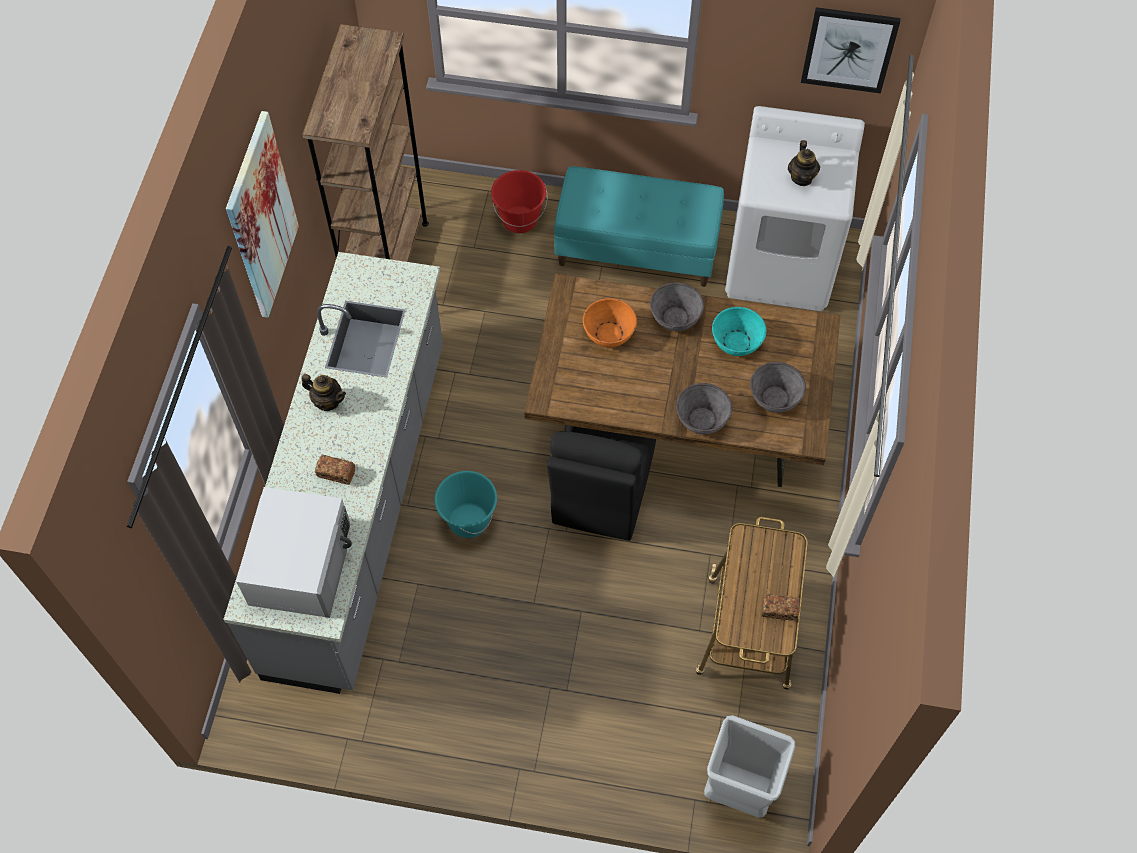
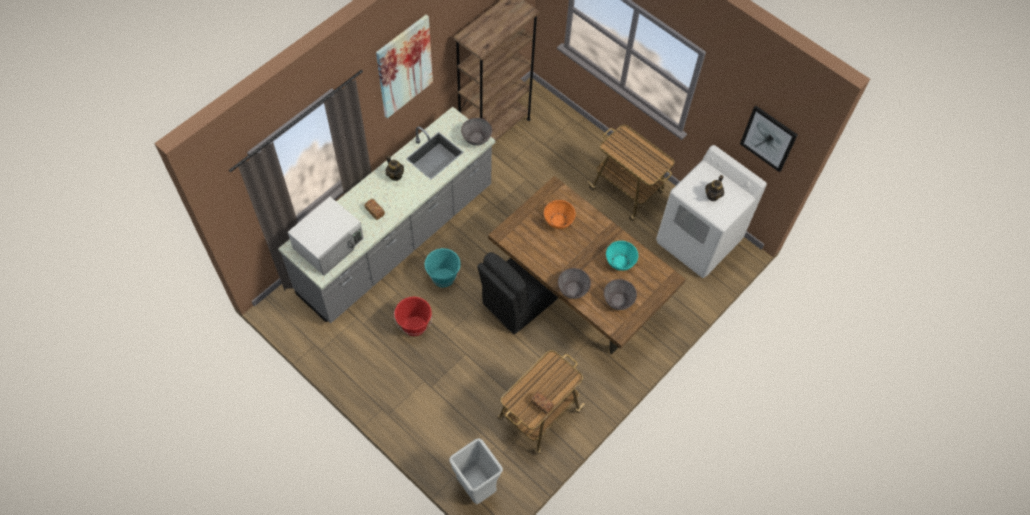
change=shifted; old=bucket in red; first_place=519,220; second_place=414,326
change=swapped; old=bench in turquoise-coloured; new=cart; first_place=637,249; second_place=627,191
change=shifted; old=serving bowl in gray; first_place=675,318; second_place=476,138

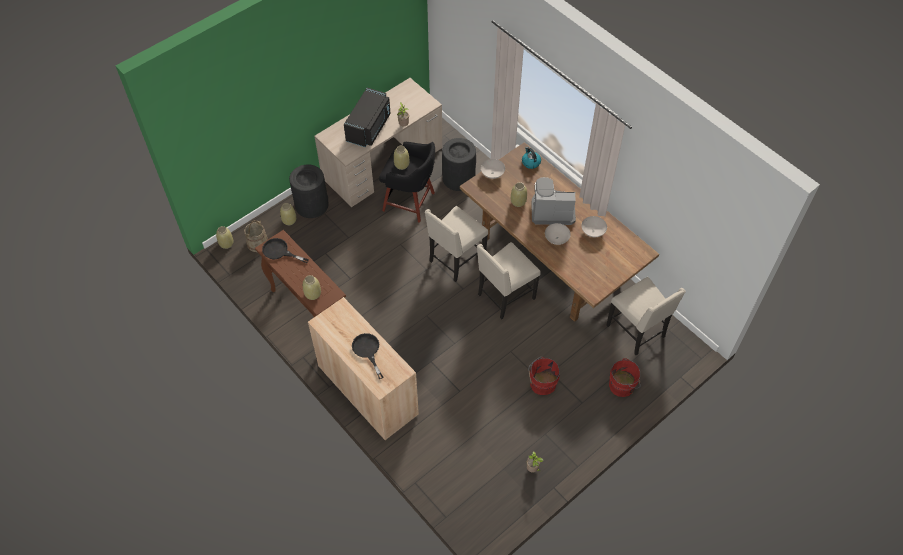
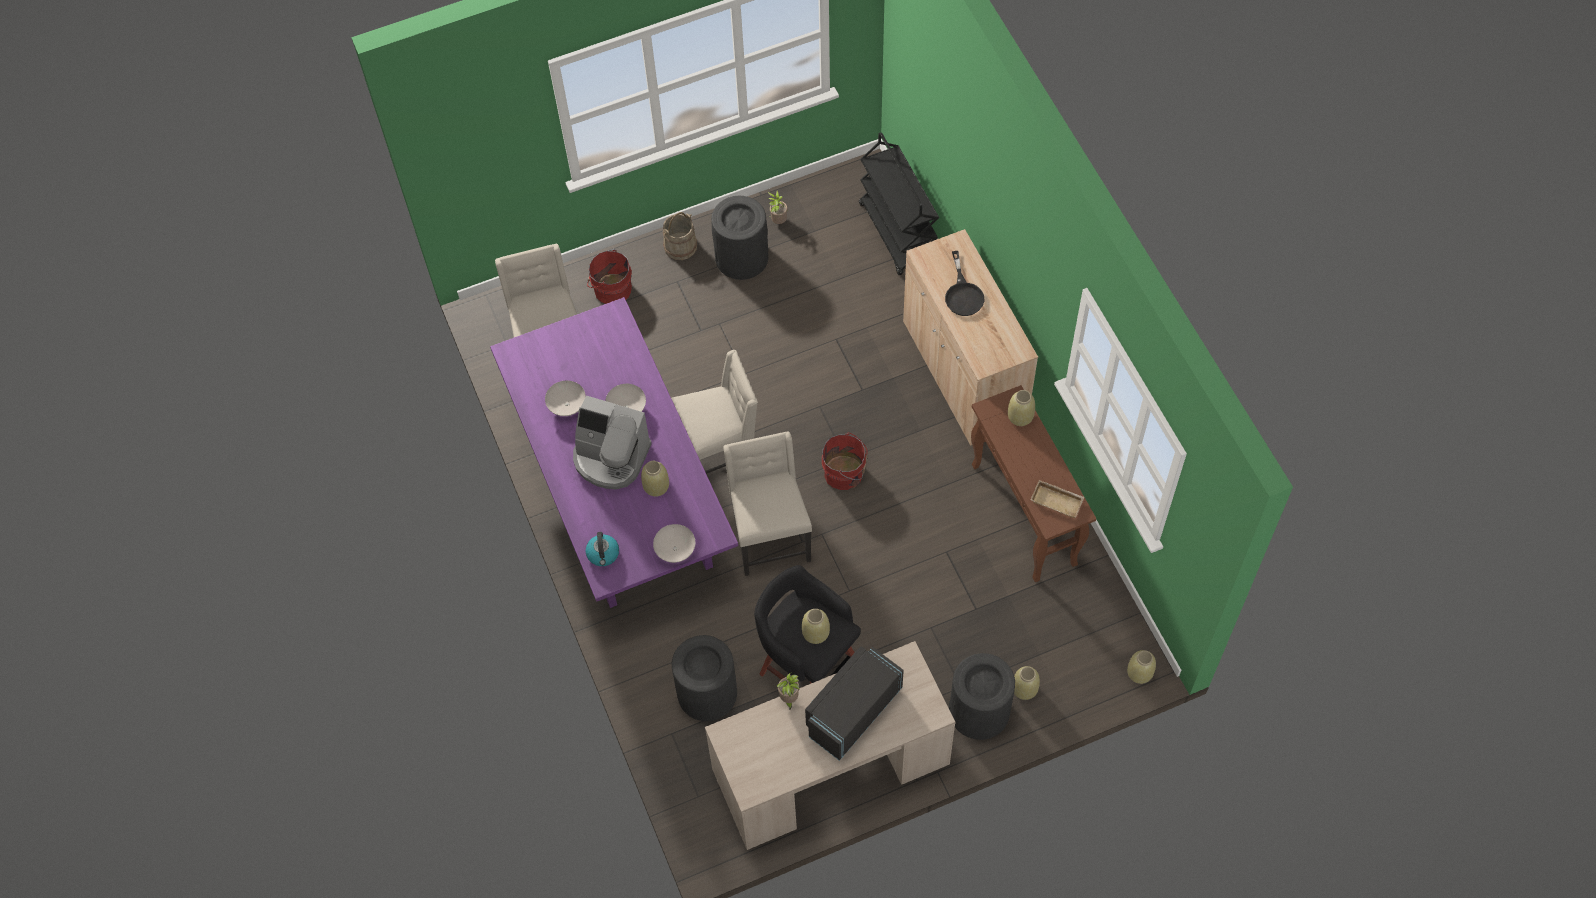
change=shifted; old=bucket in beige; first_place=257,243; second_place=680,246
change=swapped; old=pan in black; new=serving tray in beige; first_place=279,251; second_place=1057,500
change=rotated; old=chair in beige; first_place=455,260; second_place=769,537; degrees=-75
change=repainted; old=dinner table in brownish; new=dinner table in purplish; first_place=551,261; second_place=621,495
change=shifted; old=bucket in red; first_place=541,383; second_place=845,473
change=new; new=waste bin in black; second_place=742,257
change=new; new=cart in black; second_place=898,233

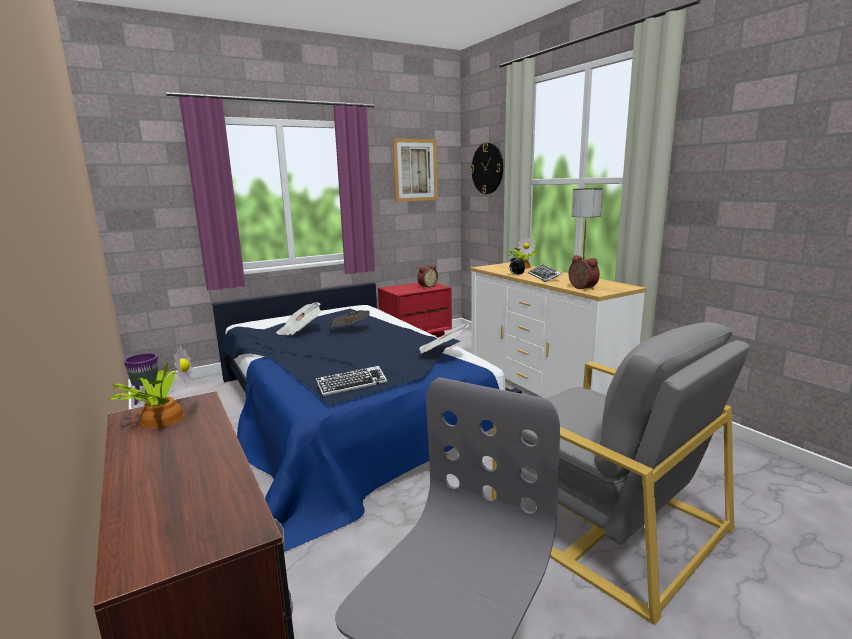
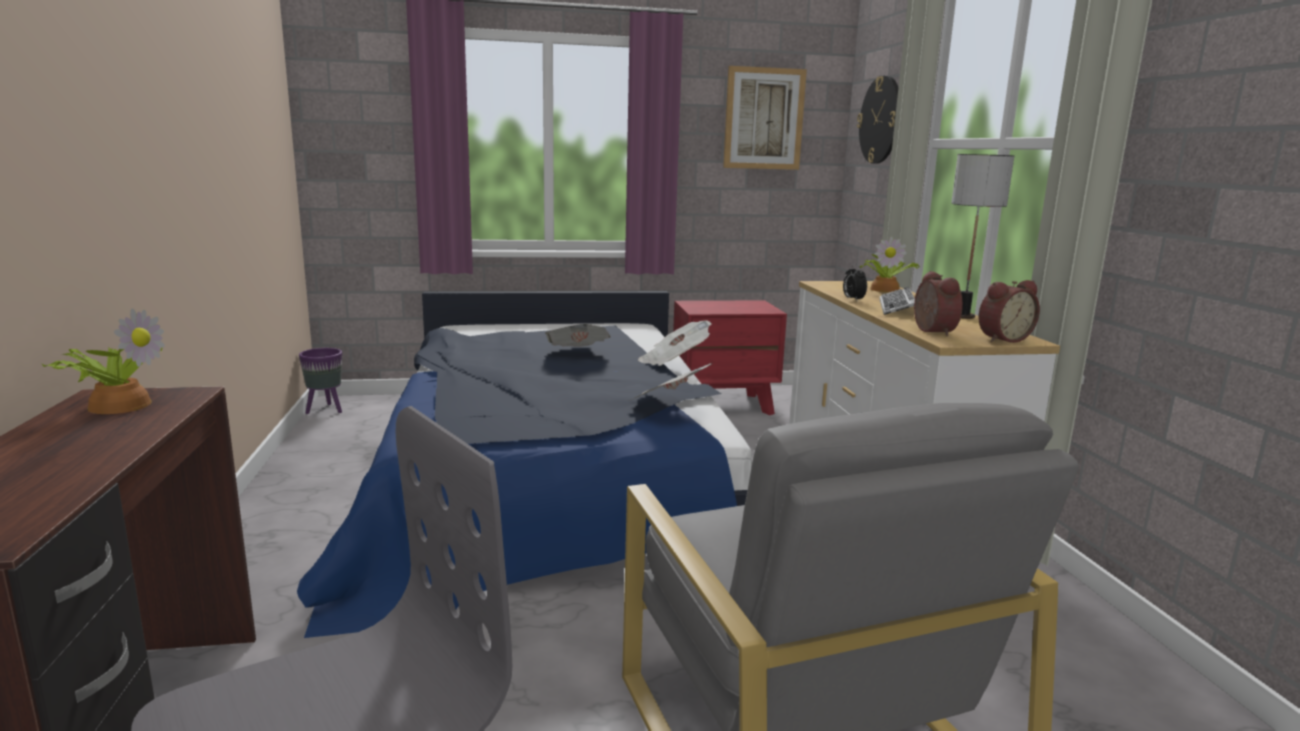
change=shifted; old=printed paper; first_place=300,331; second_place=674,361
change=gone; old=keyboard; first_place=352,385
change=shifted; old=bedside clock; first_place=427,286; second_place=1002,339

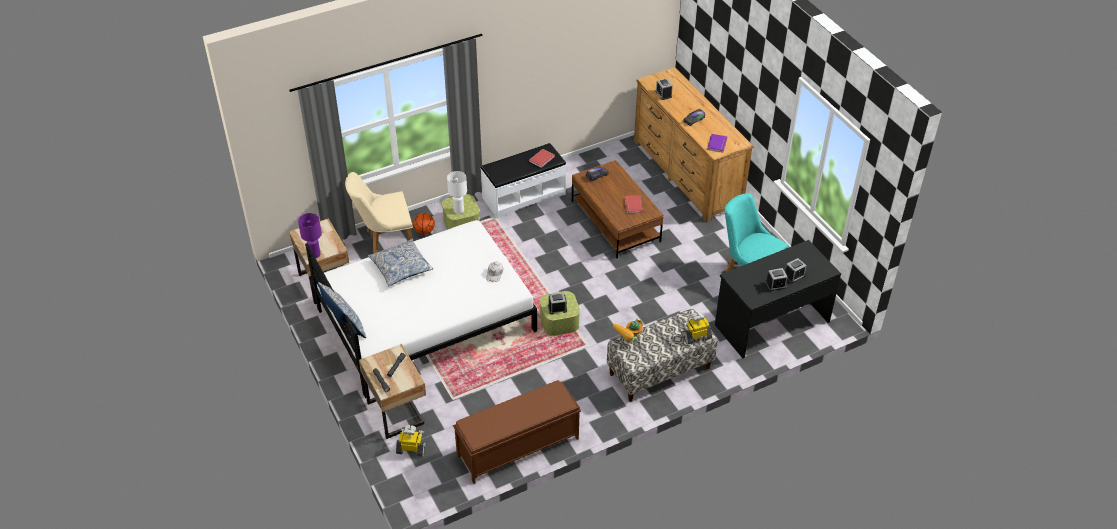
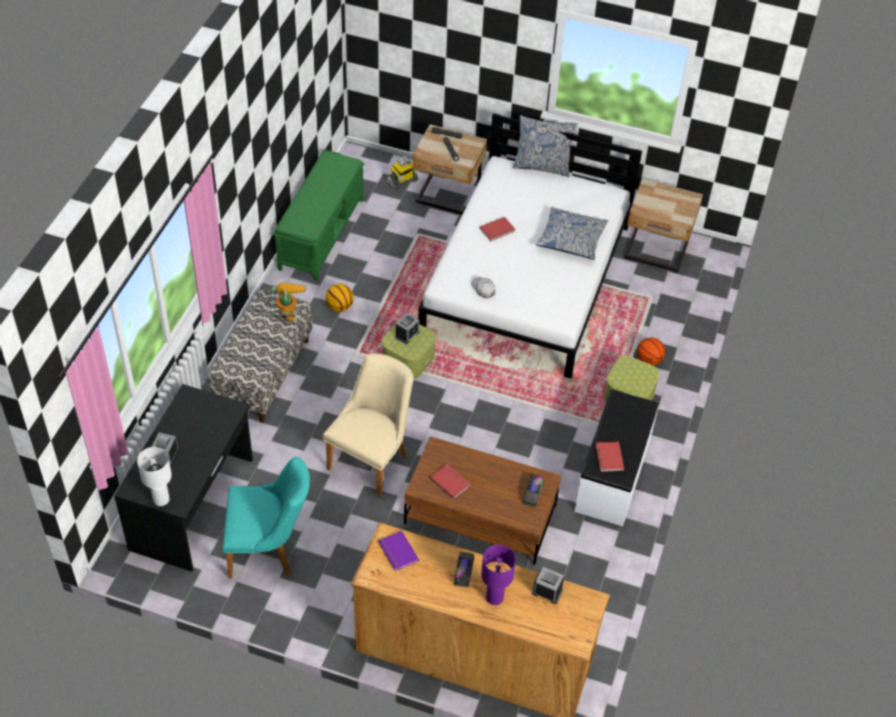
change=shifted; old=lamp for a table in purplish; first_place=315,255; second_place=494,597
change=shifted; old=chair in beige; first_place=384,241; second_place=373,458
change=shifted; old=lamp for a table in whitish; first_place=459,210; second_place=160,499
change=repainted; old=bench in brownish; new=bench in greenish; first_place=517,447; second_place=321,233
change=gone; old=robot figure; first_place=696,336
change=gone; old=bedside clock; first_place=775,285
change=new; new=basketball; second_place=339,307
change=new; new=bound book in red; second_place=498,230

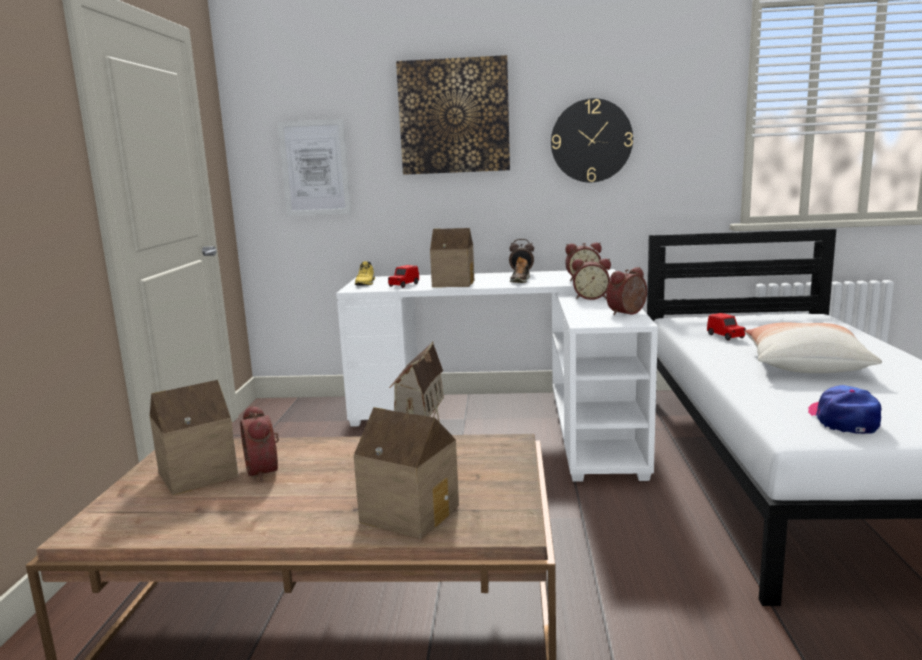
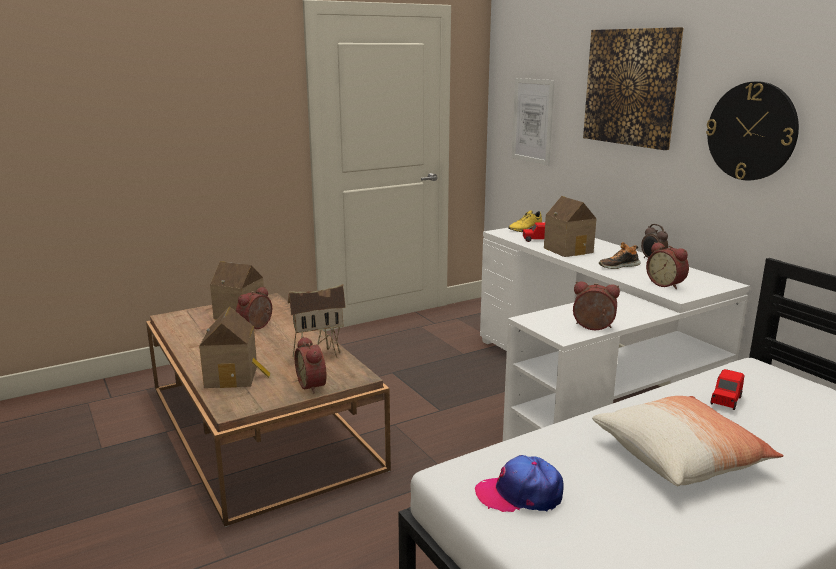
change=shifted; old=bedside clock; first_place=591,297; second_place=314,385
change=rotated; old=peaked cap; first_place=843,419; second_place=519,494; degrees=-150

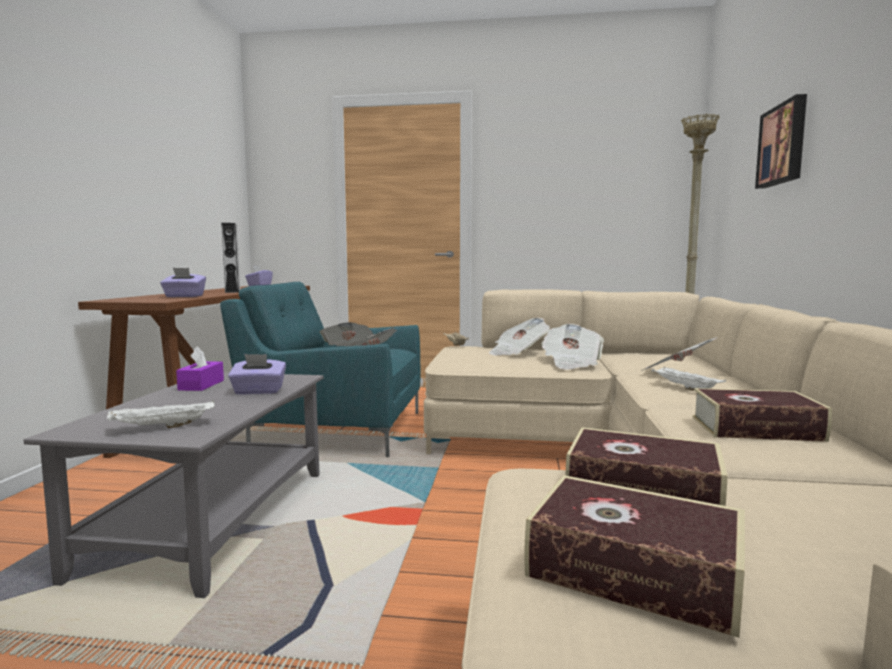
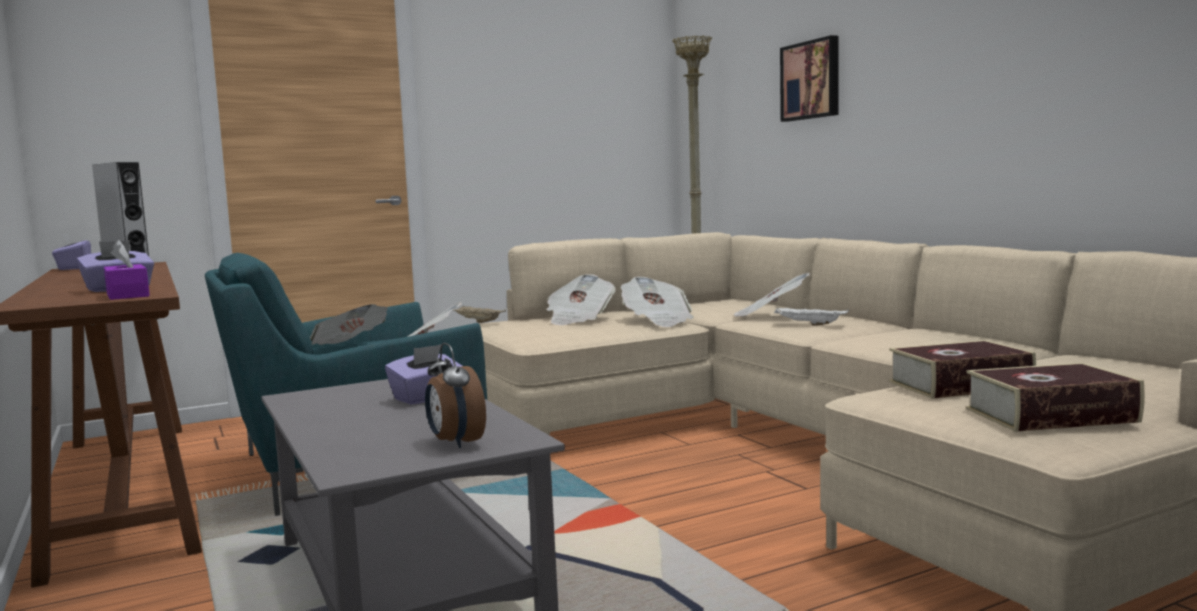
change=swapped; old=serving tray in whitish; new=bedside clock; first_place=162,427; second_place=455,443
change=shifted; old=tissue holder in purplish; first_place=201,385; second_place=127,295
change=gone; old=bound book; first_place=755,428

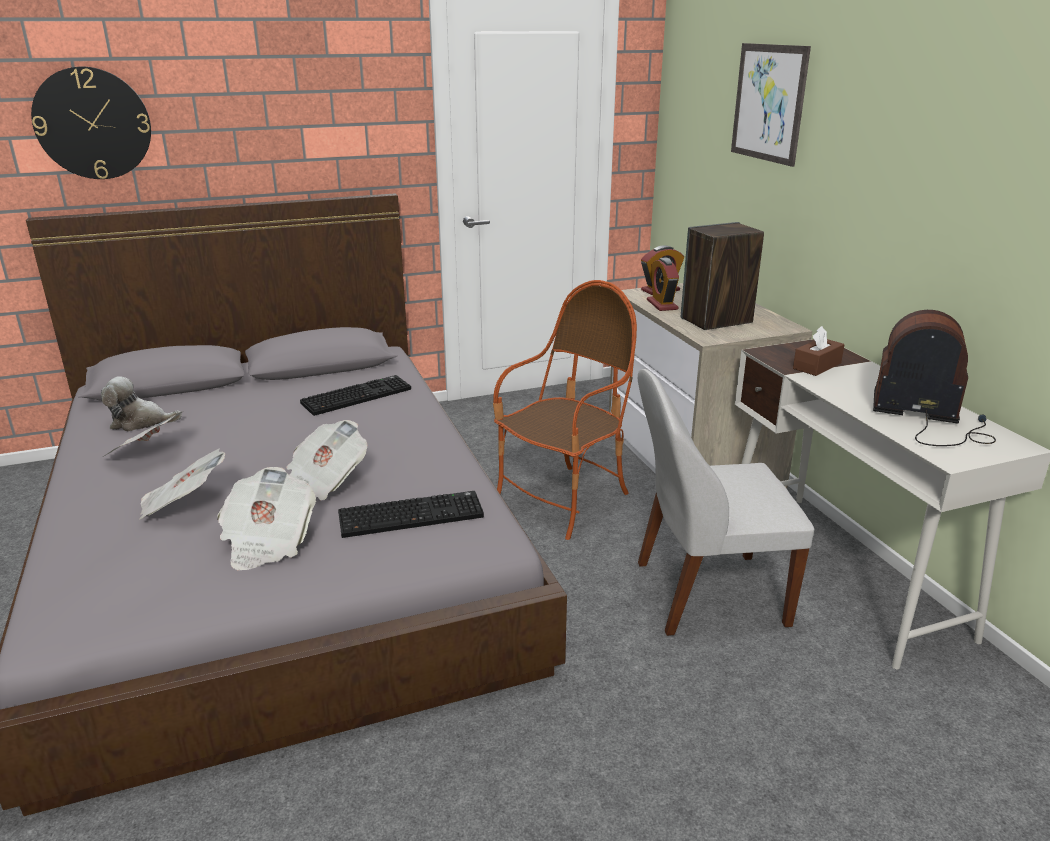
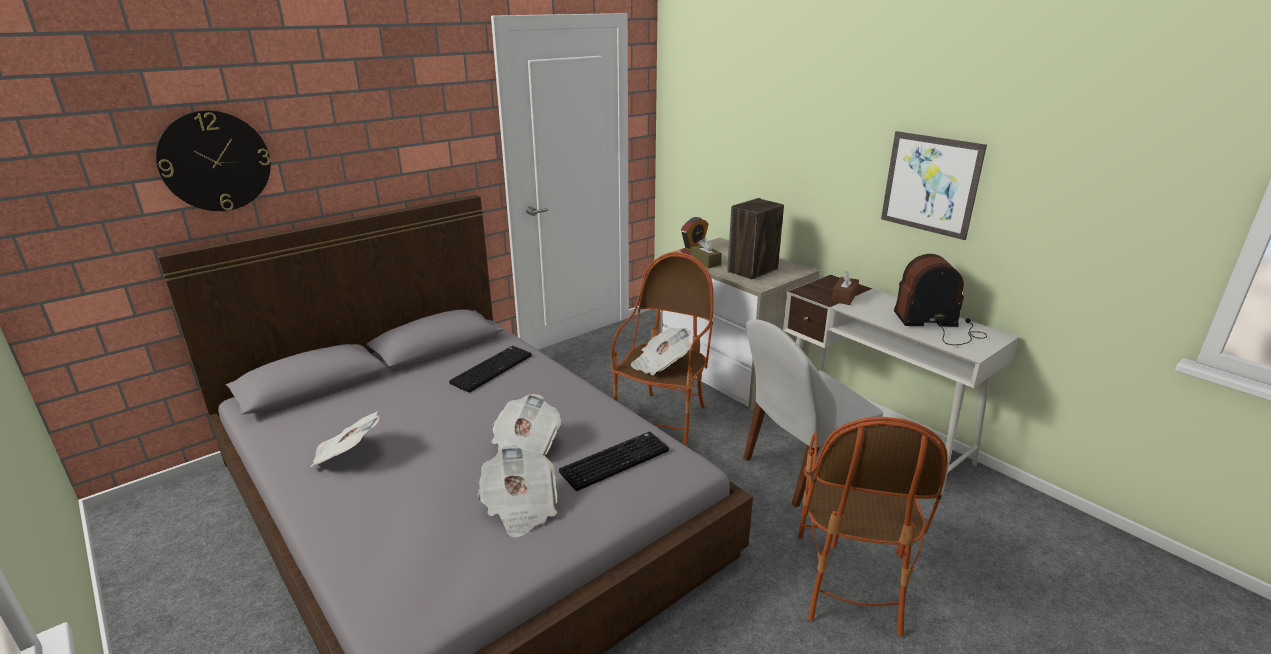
change=gone; old=plush toy; first_place=140,422
change=shifted; old=printed paper; first_place=183,505; second_place=660,365
change=swapped; old=bedside clock; new=tissue holder in brownish; first_place=662,305; second_place=705,262
change=shifted; old=wall art; first_place=768,103; second_place=930,184
change=new; new=lounge chair; second_place=850,580

